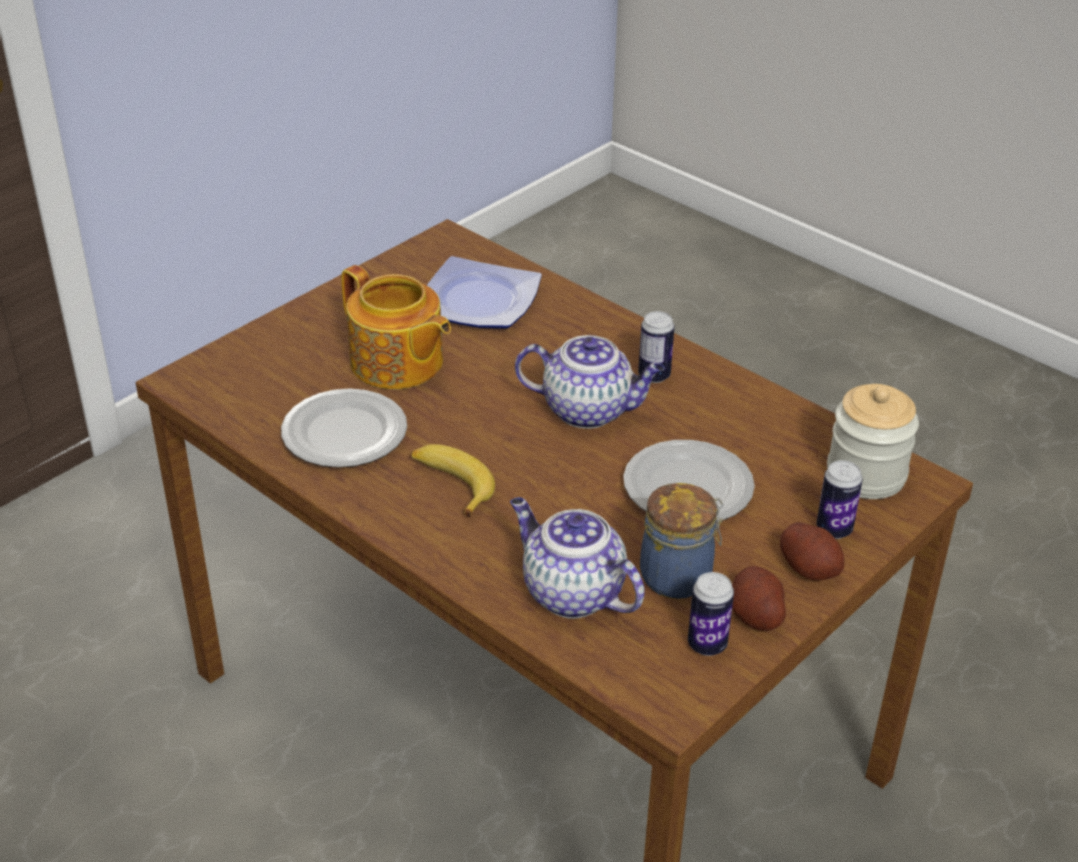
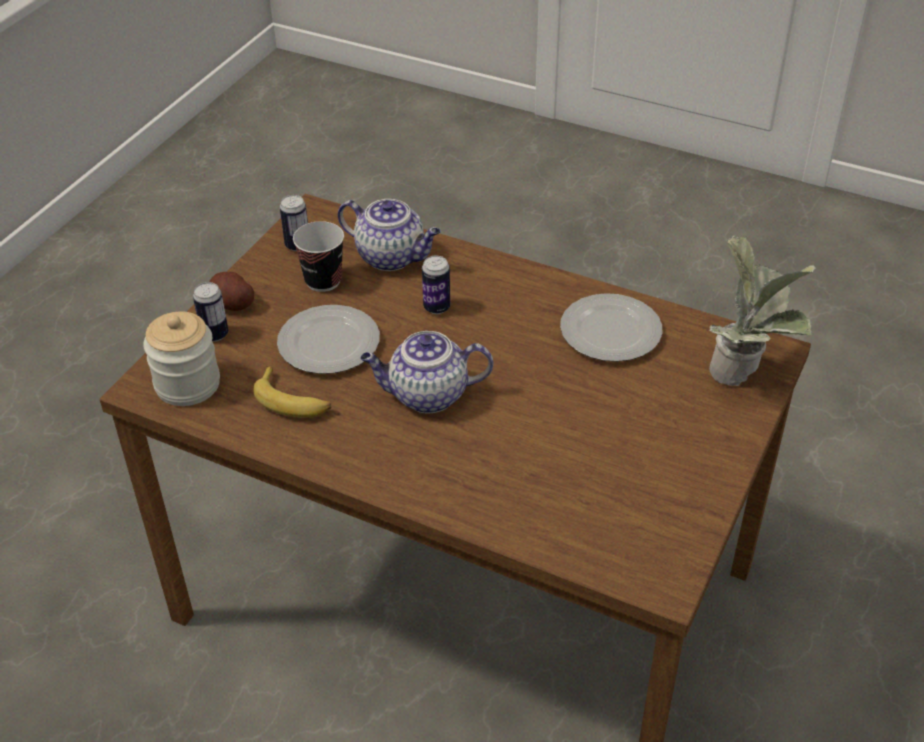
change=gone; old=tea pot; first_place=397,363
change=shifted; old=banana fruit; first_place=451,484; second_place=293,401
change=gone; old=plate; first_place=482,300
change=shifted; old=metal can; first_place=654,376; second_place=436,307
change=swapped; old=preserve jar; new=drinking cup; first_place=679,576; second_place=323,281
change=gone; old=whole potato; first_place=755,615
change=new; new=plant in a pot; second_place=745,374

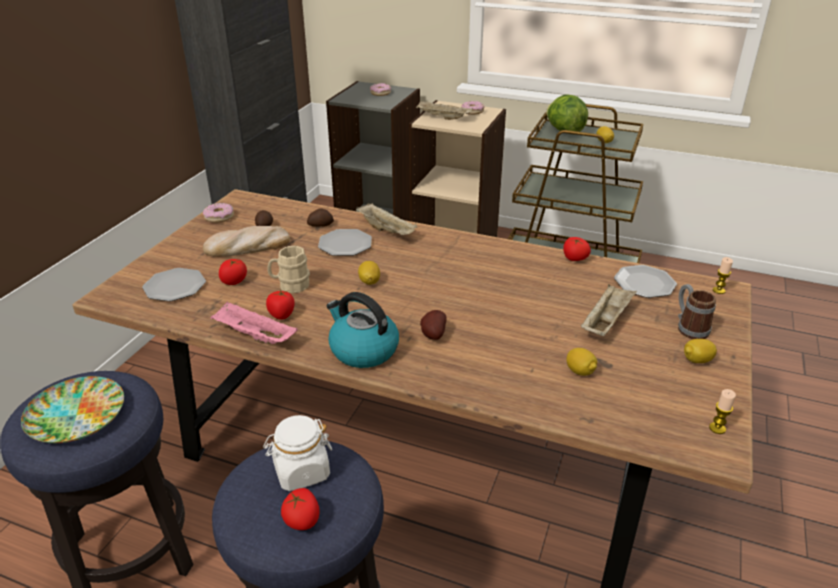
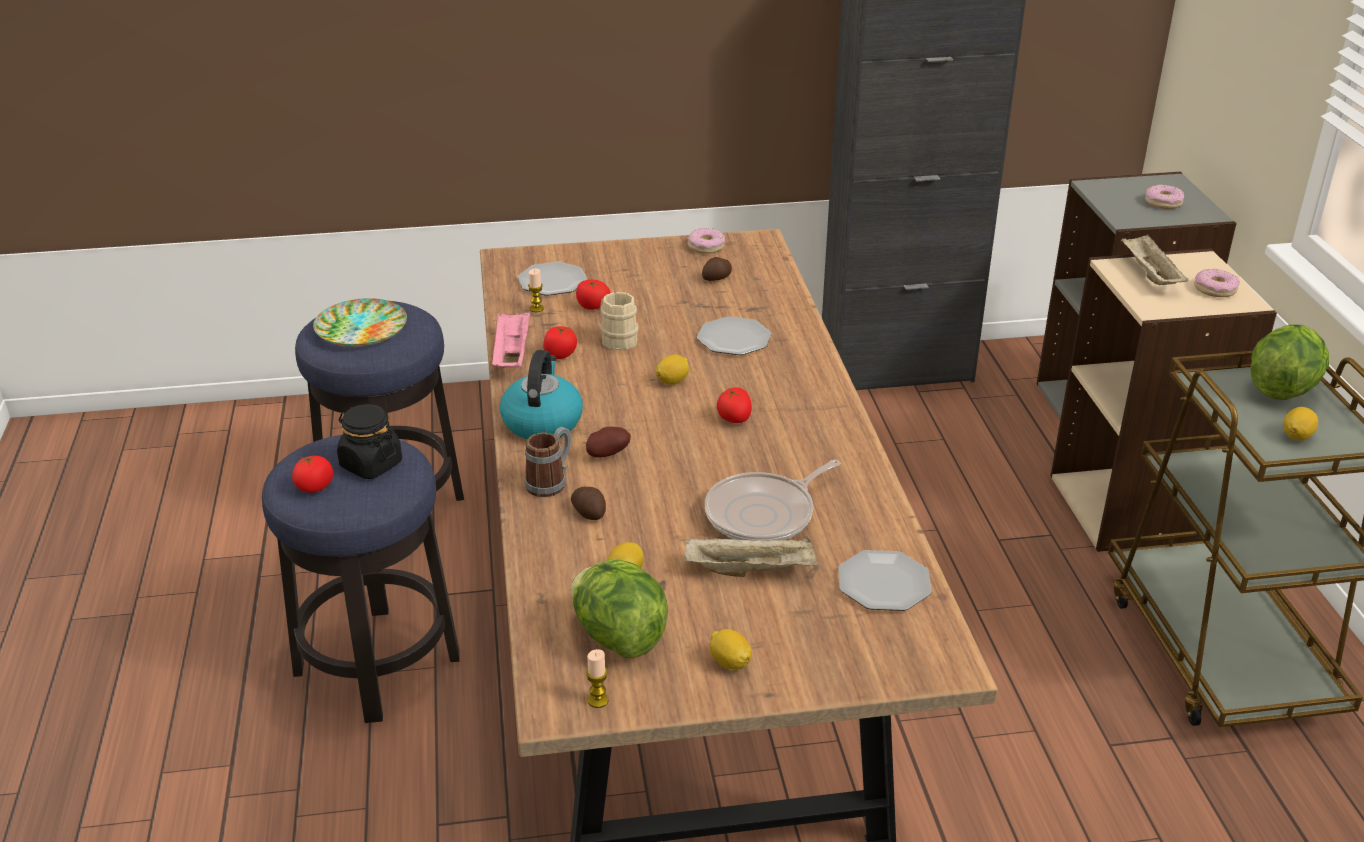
change=gone; old=bread; first_place=247,246
change=repainted; old=preserve jar in whitish; new=preserve jar in black; first_place=301,471; second_place=371,464
change=shifted; old=whole potato; first_place=320,225; second_place=589,512
change=gone; old=serving tray in beige; first_place=387,231
change=shifted; old=tomato; first_place=574,258; second_place=734,419
change=shifted; old=tea mug; first_place=689,327; second_place=551,482
change=shifted; old=candle; first_place=718,290; second_place=536,308
change=new; new=head of lettuce; second_place=618,637
change=new; new=pan; second_place=764,514

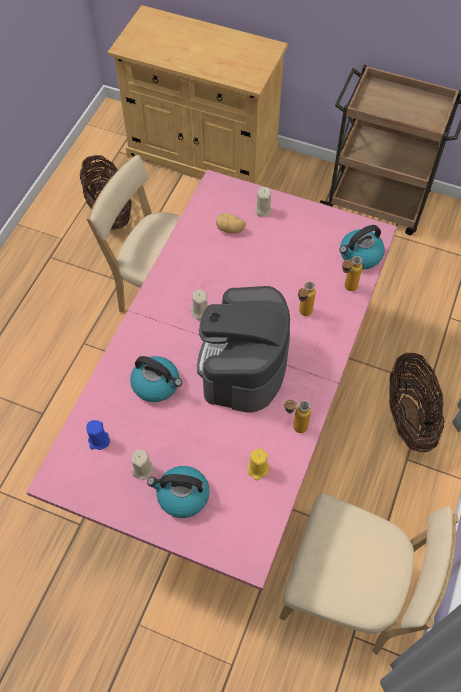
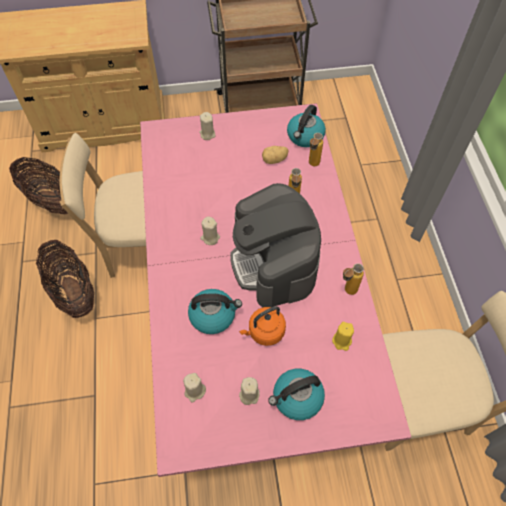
change=repainted; old=candle in blue; new=candle in beige; first_place=99,441; second_place=195,391
change=shifted; old=whole potato; first_place=230,230; second_place=274,160
change=shifted; old=basket; first_place=409,416; second_place=73,291
change=new; new=tea kettle in orange-coloured; second_place=264,332

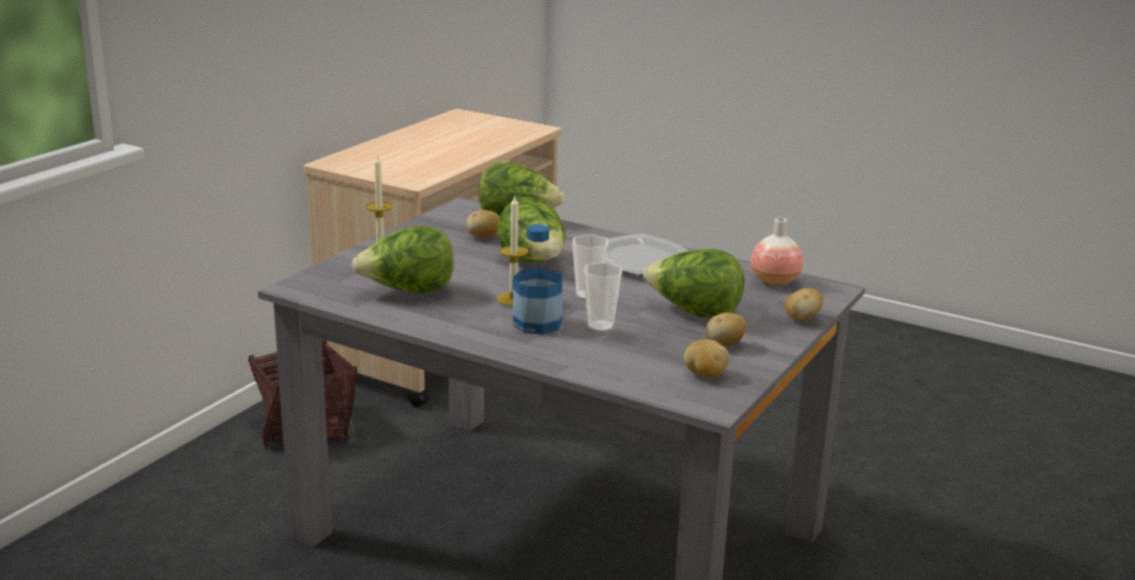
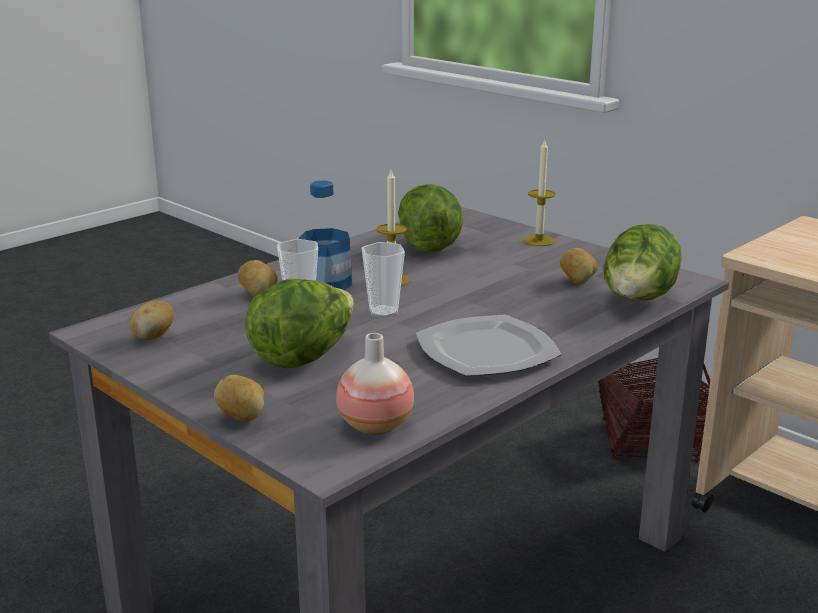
change=gone; old=head of lettuce; first_place=533,263
change=shifted; old=whole potato; first_place=724,344; second_place=258,294

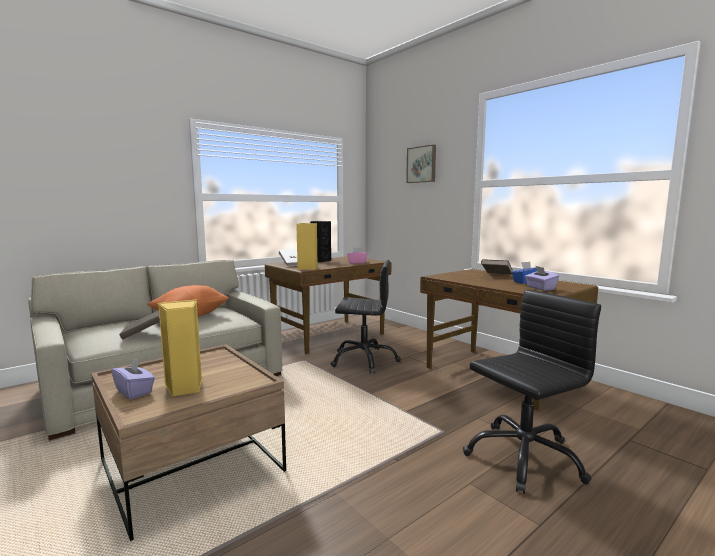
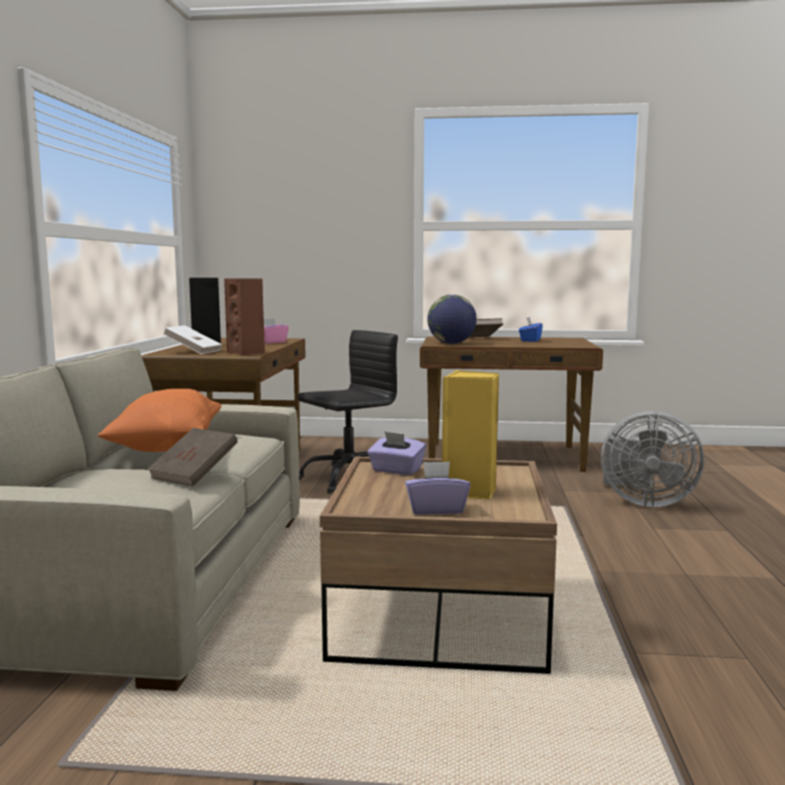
change=repainted; old=speaker in yellow; new=speaker in brownish; first_place=307,268; second_place=247,353
change=gone; old=wall art; first_place=422,164
change=swapped; old=office chair in black; new=fan in gray; first_place=523,457; second_place=643,501
change=shifted; old=tissue holder in purplish; first_place=540,288; second_place=396,470
change=new; new=world globe; second_place=451,343

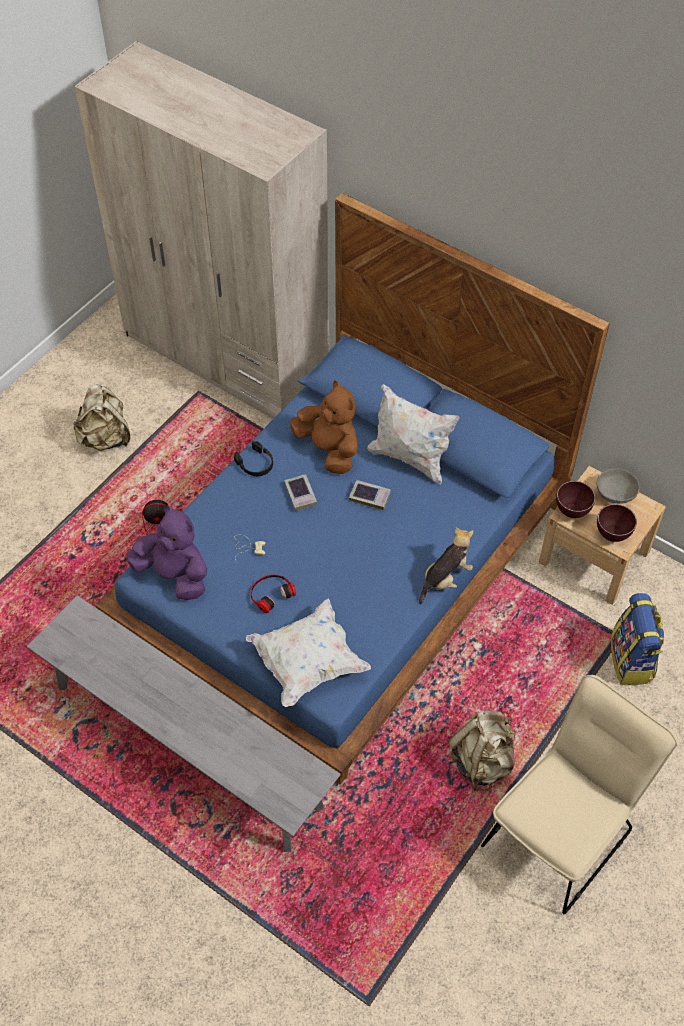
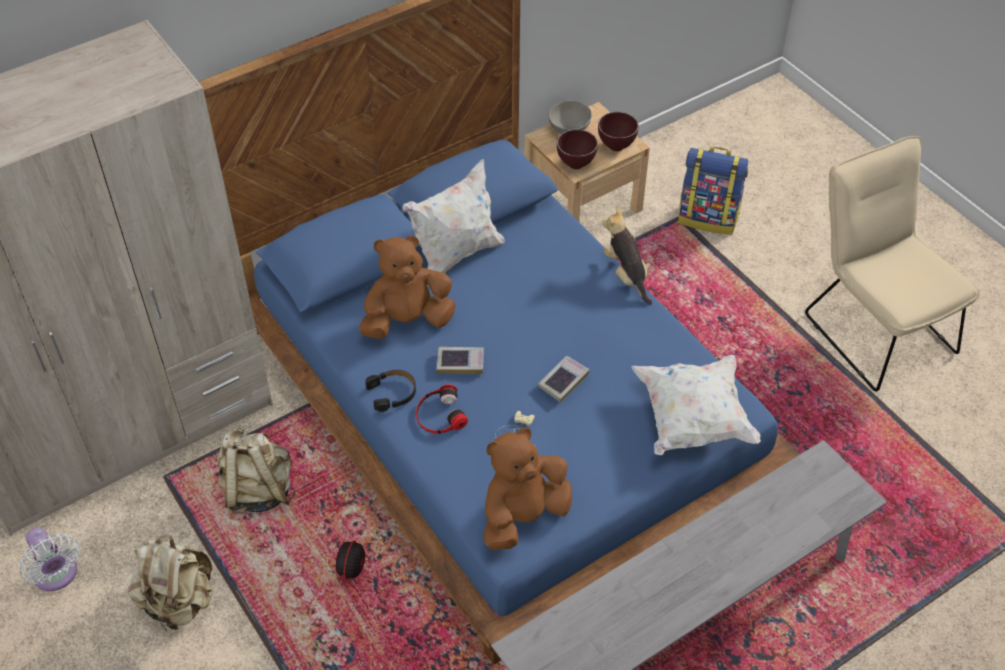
change=repainted; old=plush toy in purplish; new=plush toy in brownish; first_place=174,575; second_place=523,516
change=shifted; old=headset; first_place=271,593; second_place=439,415
change=shifted; old=bound book; first_place=370,496; second_place=563,381
change=shifted; old=knapsack in beige; first_place=482,761; second_place=258,490
change=new; new=fan in whitish; second_place=57,575

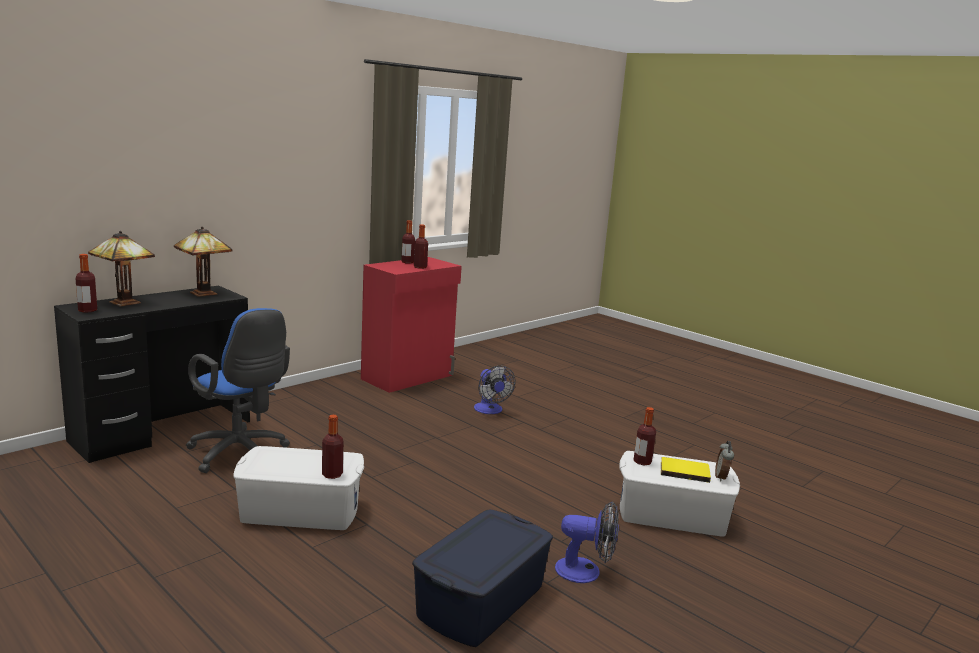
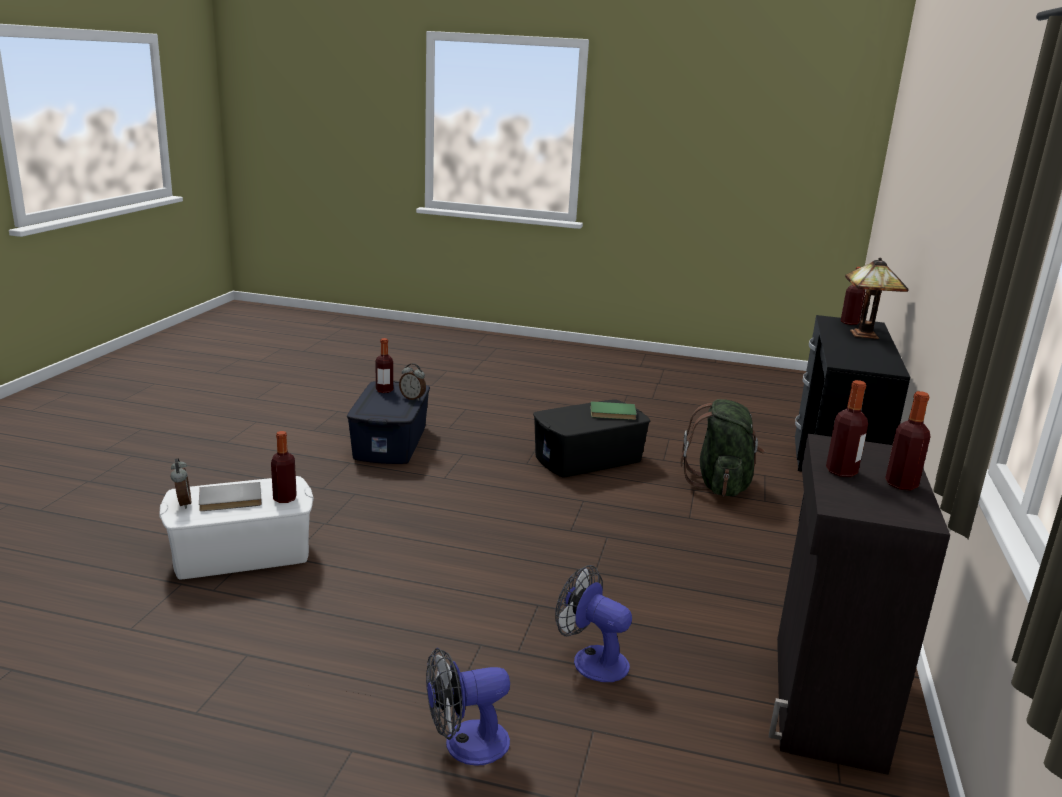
change=gone; old=lamp for a table; first_place=205,293
change=swapped; old=office chair in blue; new=knapsack in greenish; first_place=241,455; second_place=720,485
change=repainted; old=storage bin in whitish; new=storage bin in black; first_place=300,510; second_place=588,459
change=shifted; old=beverage bottle; first_place=332,475; second_place=384,390
change=repainted; old=cupboard in red; new=cupboard in black; first_place=409,377; second_place=823,700
change=shifted; old=fan; first_place=586,571; second_place=465,745
change=repainted; old=bound book in yellow; new=bound book in gray; first_place=684,471; second_place=230,500
change=new; new=bedside clock; second_place=412,398
change=new; new=bound book in greenish; second_place=613,413

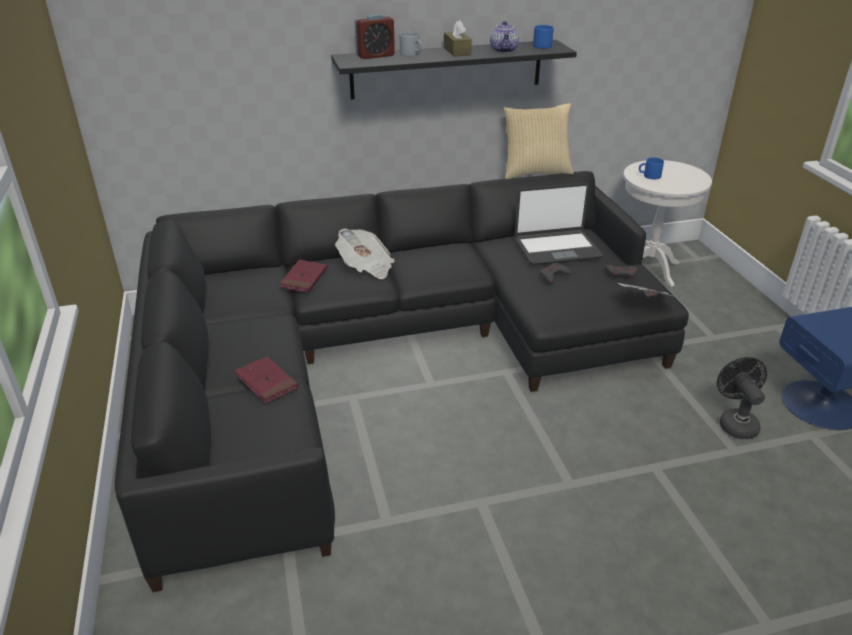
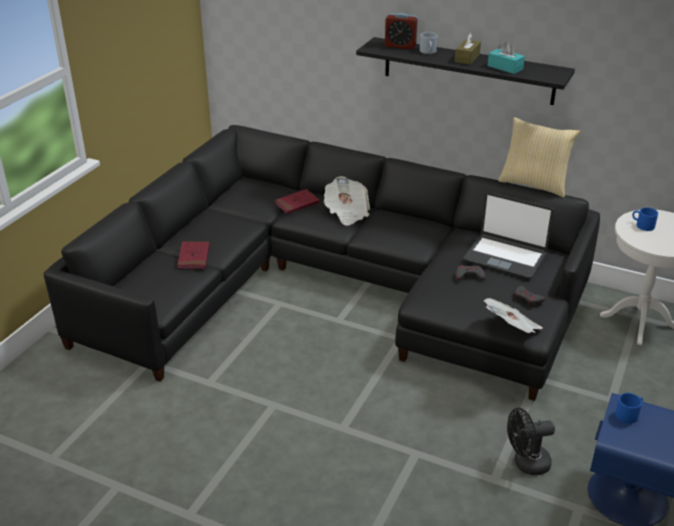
change=swapped; old=tea pot; new=tissue holder in turquoise-coloured; first_place=504,50; second_place=505,67
change=shifted; old=tea mug in blue; first_place=542,45; second_place=628,414
change=rotated; old=fan in black; first_place=735,422; second_place=526,463; degrees=-135

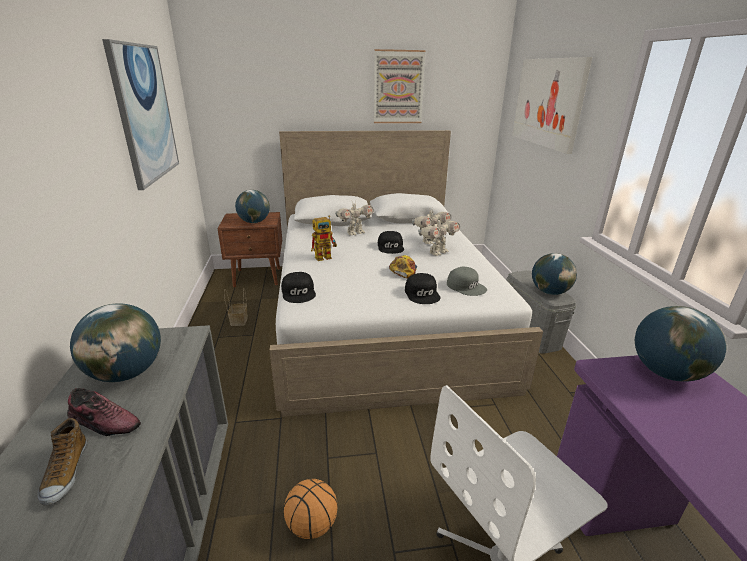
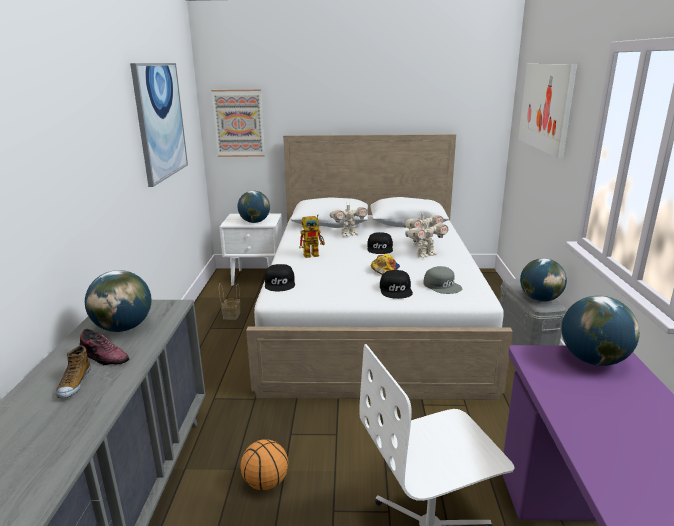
change=repainted; old=nightstand in brownish; new=nightstand in whitish; first_place=258,277; second_place=256,277
change=shifted; old=wall art; first_place=398,87; second_place=239,123

